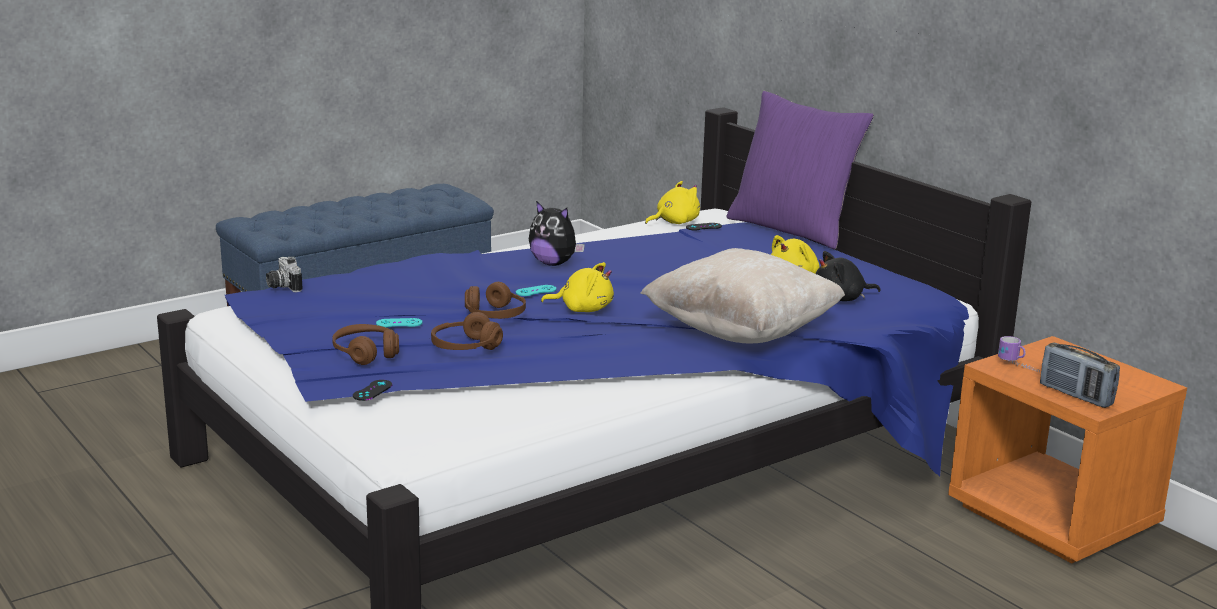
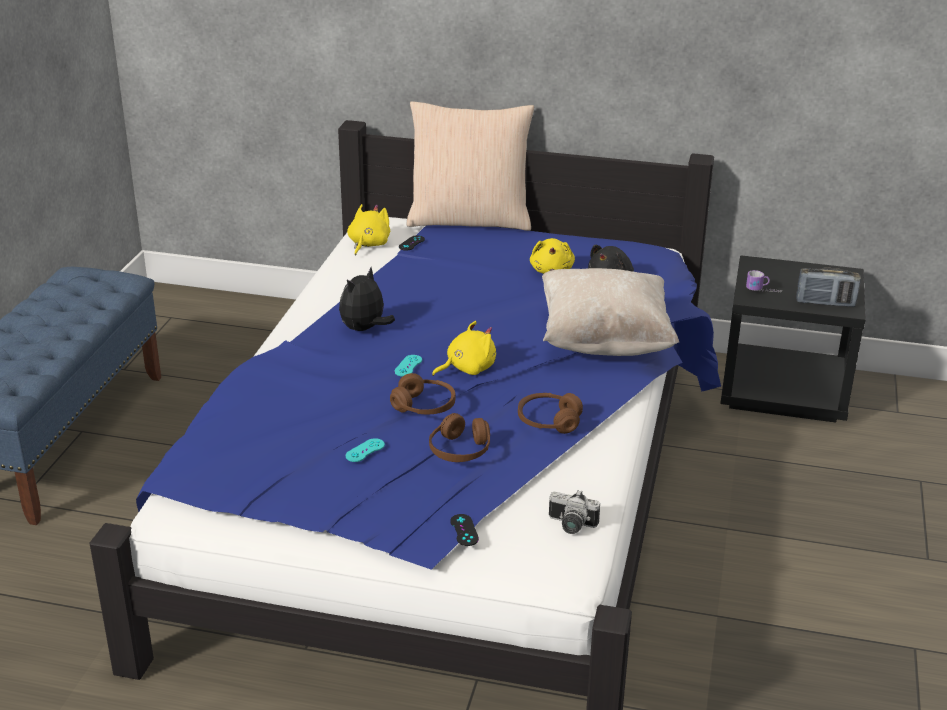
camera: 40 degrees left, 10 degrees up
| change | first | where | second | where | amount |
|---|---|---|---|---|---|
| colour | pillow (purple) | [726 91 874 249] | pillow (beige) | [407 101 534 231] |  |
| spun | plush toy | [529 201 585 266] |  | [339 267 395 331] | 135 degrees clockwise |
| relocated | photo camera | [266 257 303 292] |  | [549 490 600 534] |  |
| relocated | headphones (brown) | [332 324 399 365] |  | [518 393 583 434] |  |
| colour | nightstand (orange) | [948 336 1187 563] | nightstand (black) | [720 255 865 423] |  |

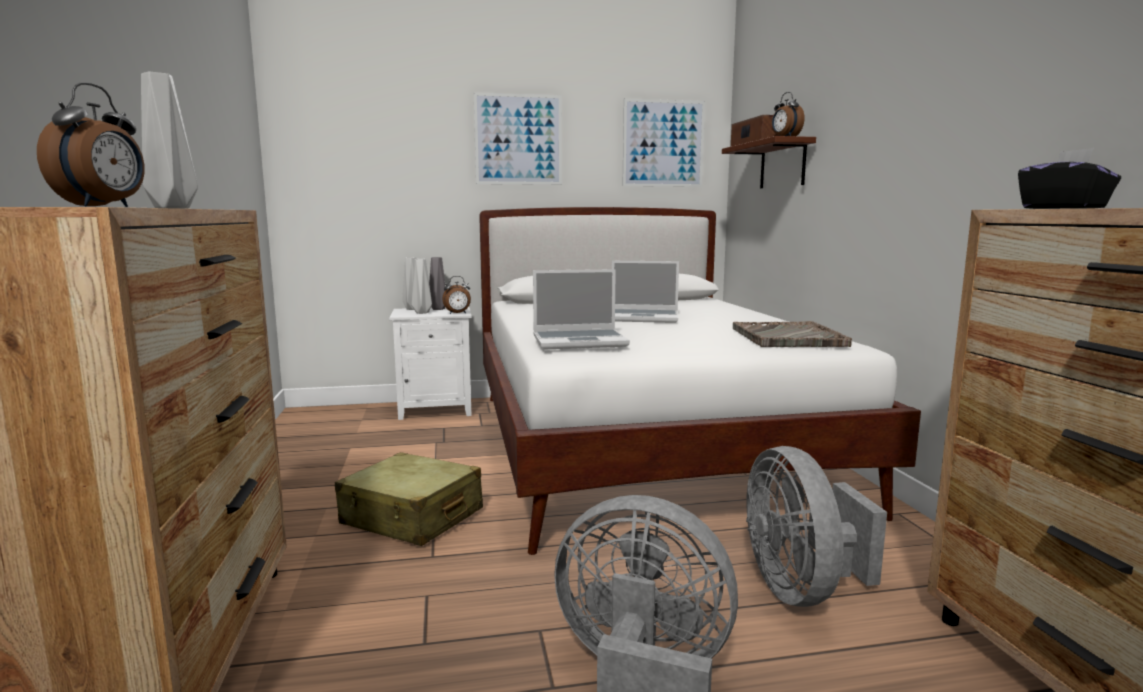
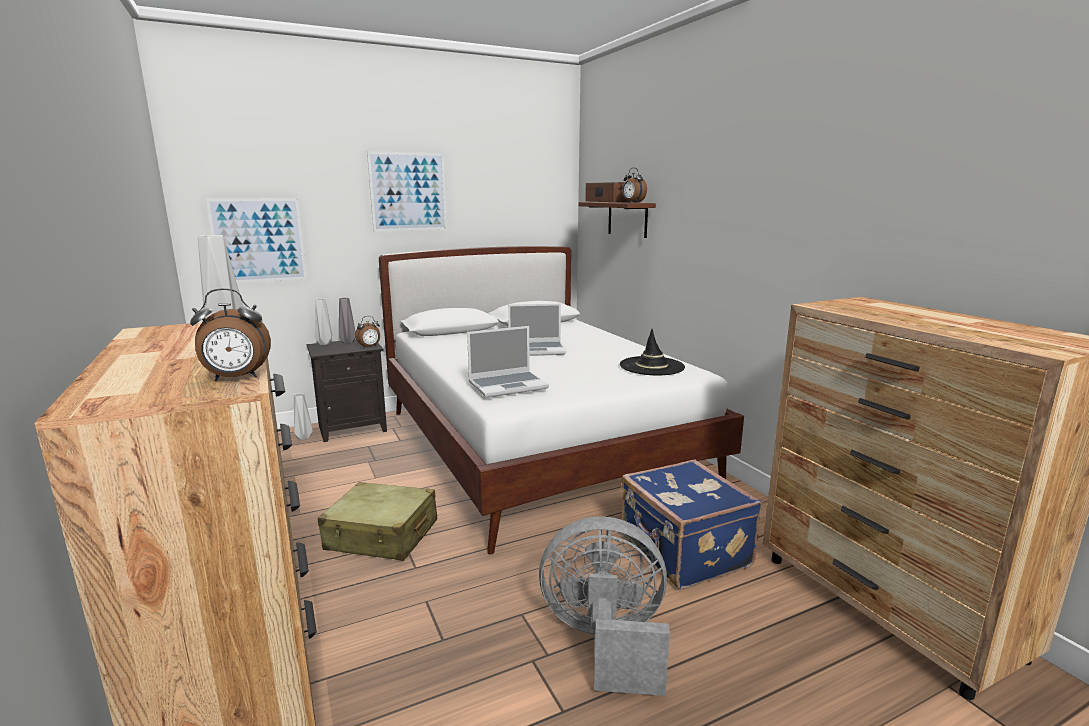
camera: 15 degrees left, 5 degrees up
| change | first | where | second | where | amount |
|---|---|---|---|---|---|
| spun | alarm clock | [37 83 145 207] |  | [190 288 271 381] | 75 degrees clockwise |
| relocated | picture | [623 98 705 187] |  | [206 198 307 283] |  |
| missing | tissue box (black) | [1018 148 1121 209] |  |  |  |
| relocated | vase (grey) | [412 259 432 314] |  | [294 393 313 440] |  |
| colour | nightstand (white) | [389 307 472 420] | nightstand (black) | [307 339 387 442] |  |
| exchanged | tray (grey) | [733 321 852 347] | hat (black) | [620 329 685 375] |  |
| exchanged | fan (grey) | [746 446 887 607] | suitcase (blue) | [621 460 762 589] |  |

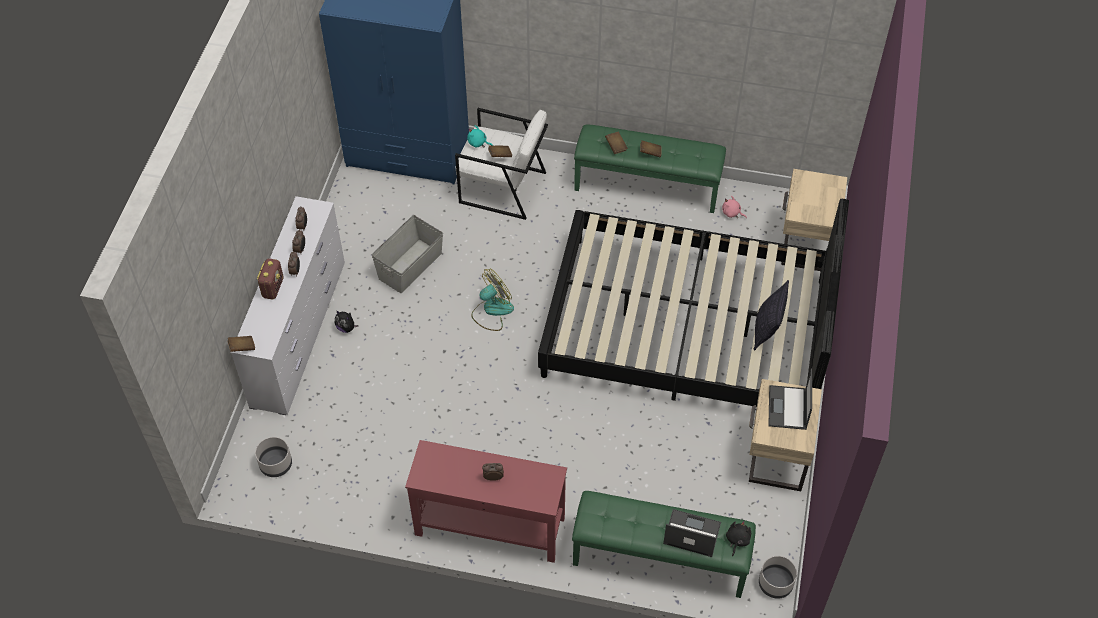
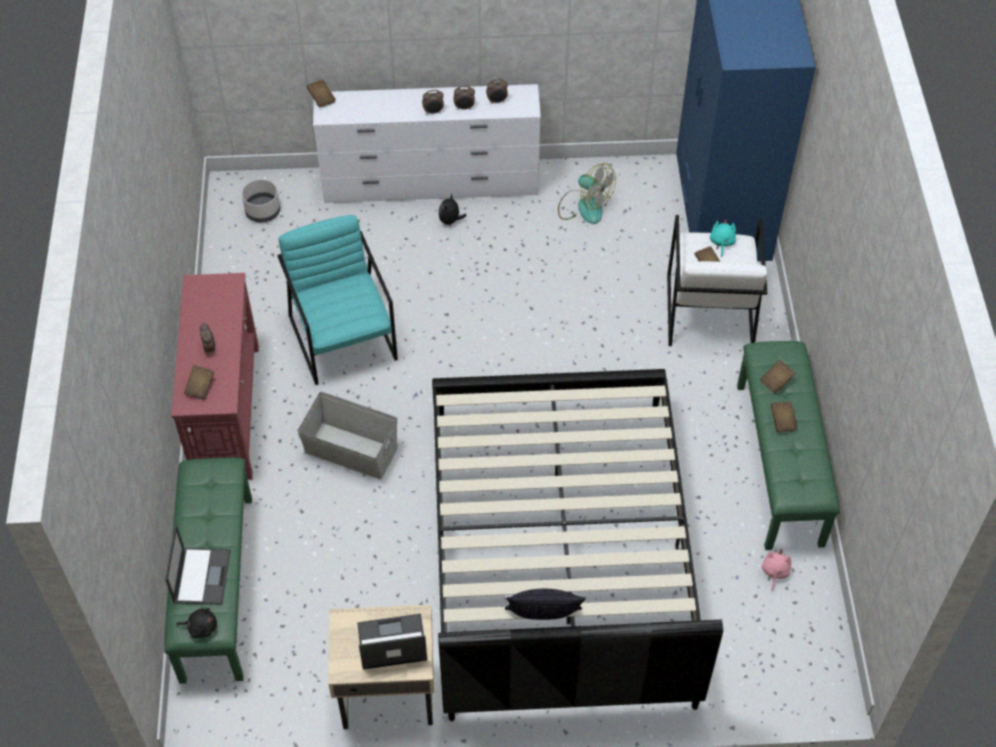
camera: 75 degrees right, 0 degrees up
| change | first | where | second | where | amount |
|---|---|---|---|---|---|
| missing | nightstand (beige) | [781 169 847 271] |  |  |  |
| relocated | storage box (grey) | [372 215 443 293] |  | [297 392 398 479] |  |
| missing | radio | [257 259 284 299] |  |  |  |
| relocated | fan | [471 269 514 331] |  | [558 163 616 224] |  |
| missing | planter (grey) | [759 556 797 598] |  |  |  |
| appeared |  |  | armchair (turquoise) | [277 215 398 385] |  |
| appeared |  |  | book (brown) | [184 365 214 399] |  |

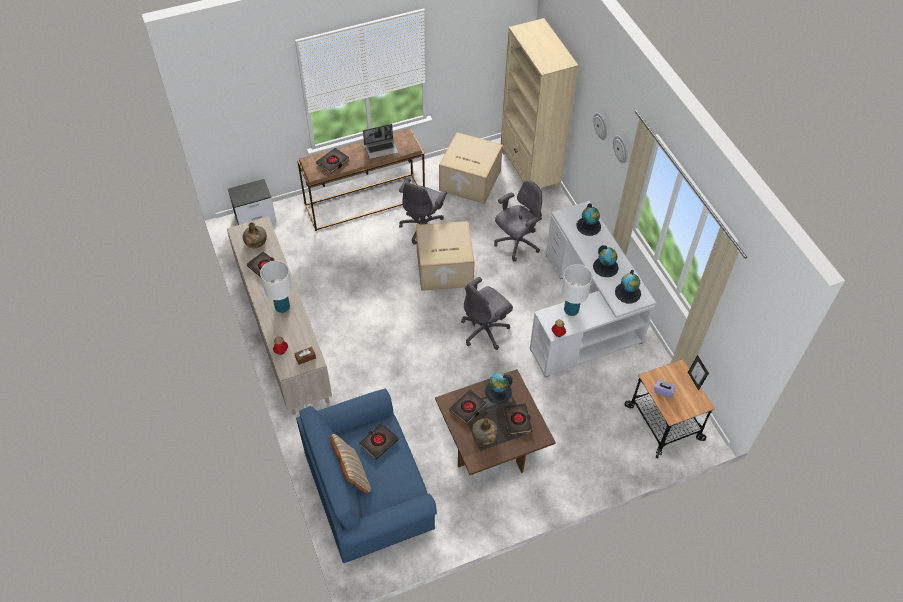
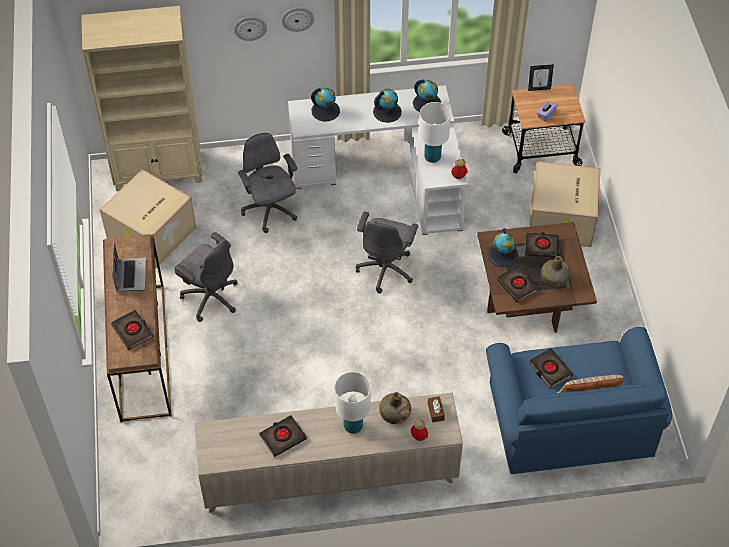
camera: 75 degrees left, 0 degrees up
| change | first | where | second | where | amount |
|---|---|---|---|---|---|
| missing | nightstand | [228 179 276 225] |  |  |  |
| relocated | cardboard box | [416 221 475 291] |  | [529 161 601 247] |  |
| relocated | bottle (green) | [243 222 267 248] |  | [379 392 411 424] |  |
| spun | office chair (grey) | [461 277 513 350] |  | [356 212 418 293] | 45 degrees clockwise |

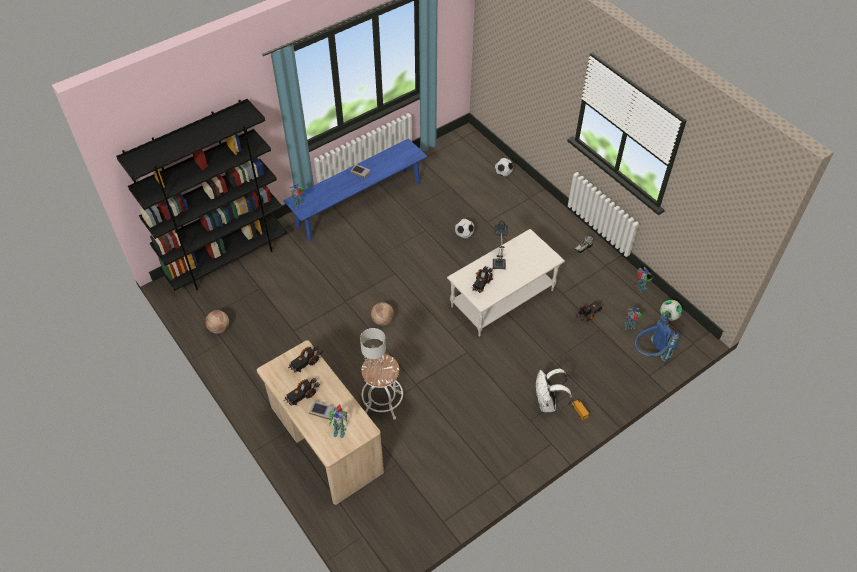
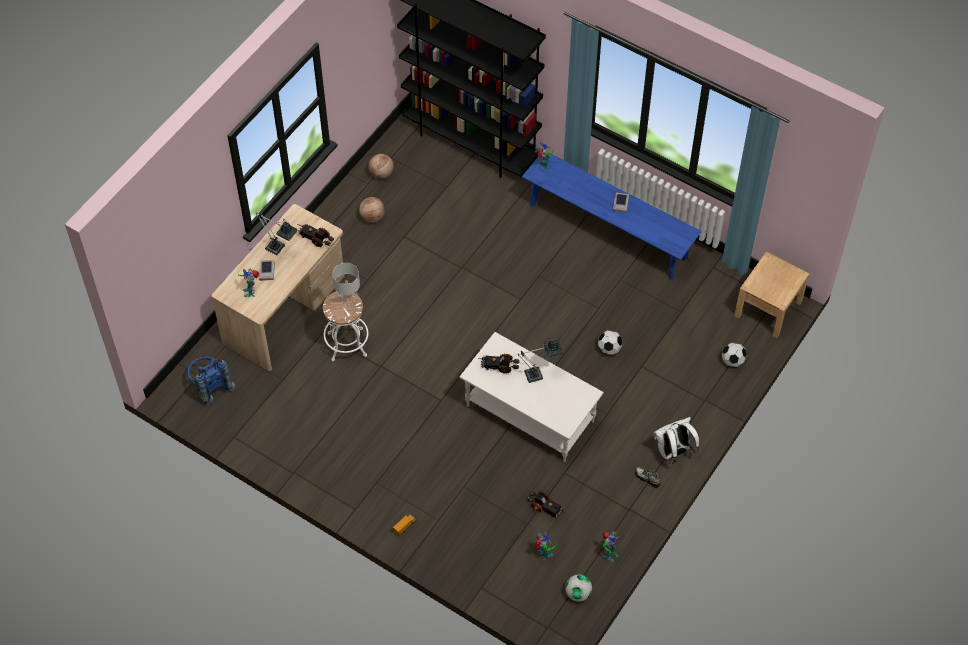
camera: 70 degrees right, 5 degrees up
| change | first | where | second | where | amount |
|---|---|---|---|---|---|
| relocated | basketball | [371 302 394 325] |  | [359 197 385 223] |  |
| relocated | backpack (blue) | [635 315 679 361] |  | [187 357 235 405] |  |
| relocated | backpack (white) | [536 368 572 412] |  | [654 417 699 464] |  |
| exchanged | toy truck | [284 378 320 406] | table lamp | [256 213 297 255] |  |
| appeared |  |  | nightstand (beige) | [734 252 809 338] |  |

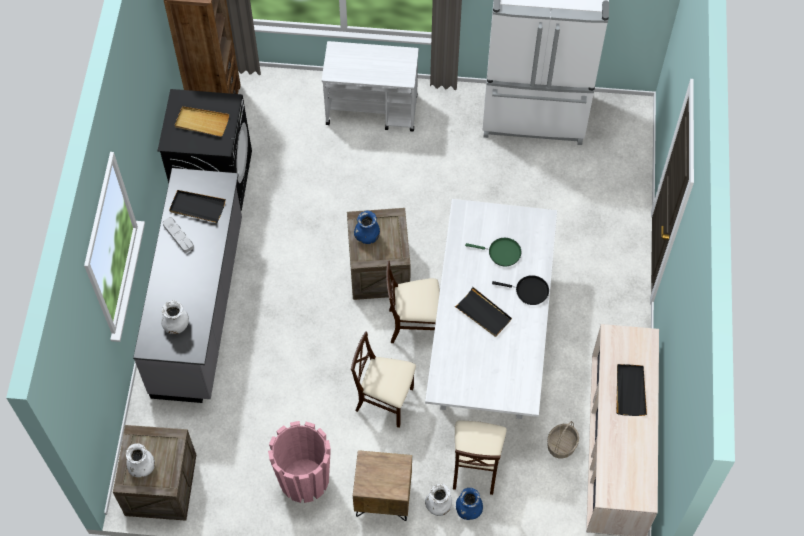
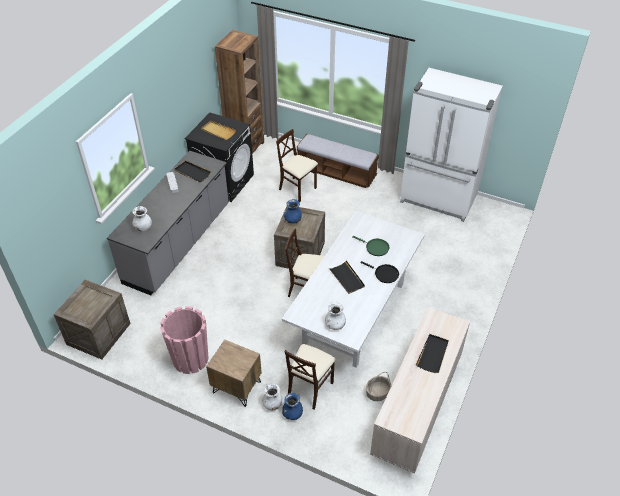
camera: 20 degrees right, 15 degrees down
| change | first | where | second | where | amount |
|---|---|---|---|---|---|
| exchanged | cart (white) | [322 41 419 132] | bench | [297 134 379 188] |  |
| relocated | chair (beige) | [351 331 416 428] |  | [276 129 318 202] |  |
| relocated | vase (white) | [126 443 155 477] |  | [325 302 346 330] |  |

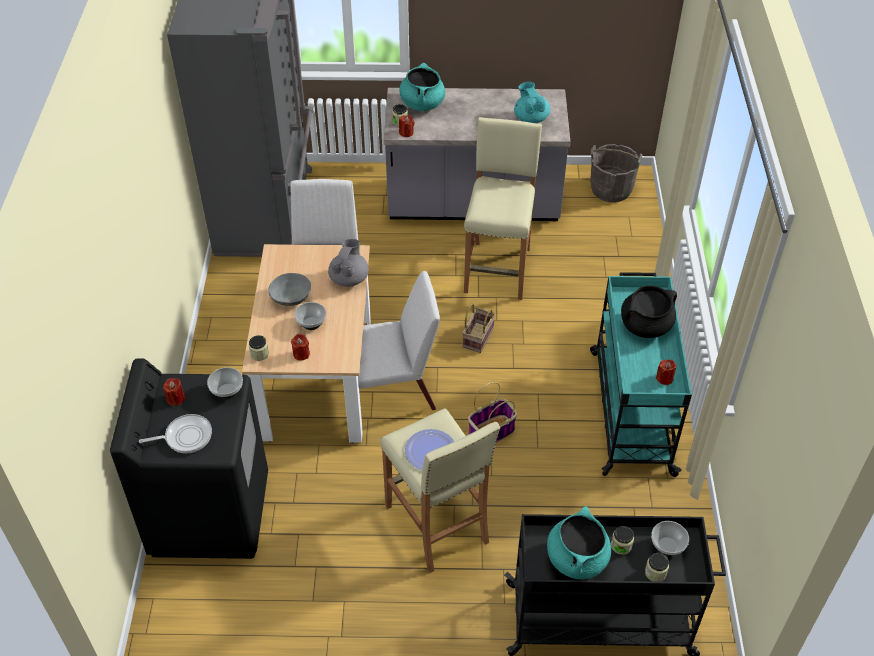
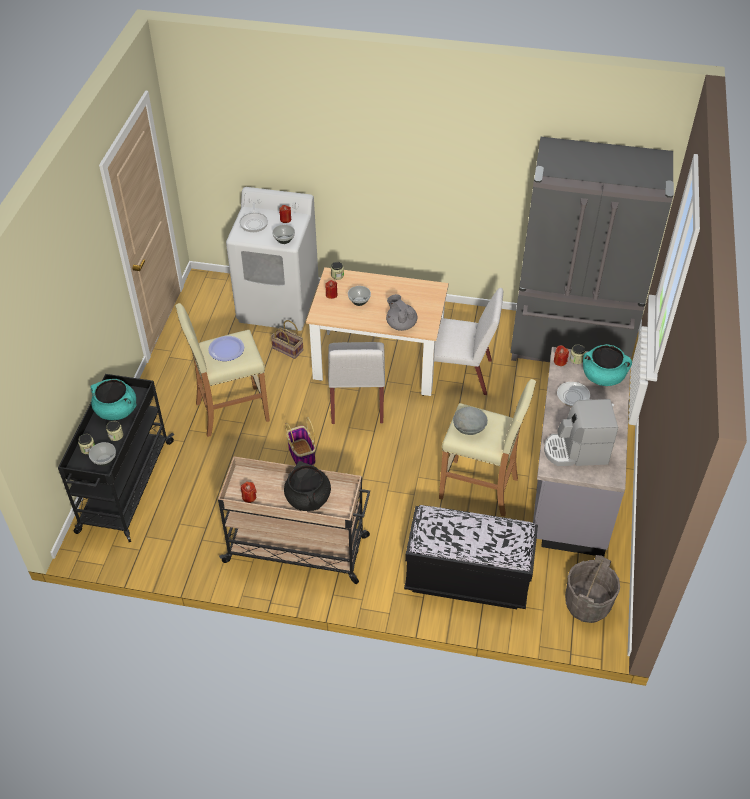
camera: 100 degrees right, 0 degrees up
| change | first | where | second | where | amount |
|---|---|---|---|---|---|
| exchanged | teapot (turquoise) | [514 82 550 123] | coffee machine | [544 399 618 466] |  |
| spun | teapot (grey) | [328 239 369 287] |  | [386 294 418 331] | 150 degrees counterclockwise |
| colour | cart (turquoise) | [590 272 692 477] | cart (beige) | [218 457 370 584] |  |
| relocated | bowl (grey) | [268 273 311 306] |  | [453 407 488 435] |  |
| relocated | basket | [462 303 495 353] |  | [271 320 303 359] |  |
| colour | washing machine (black) | [110 359 268 559] | washing machine (white) | [226 187 319 331] |  |
| appeared |  |  | frying pan | [557 382 614 407] |  |
| appeared |  |  | bench (black) | [404 505 538 609] |  |

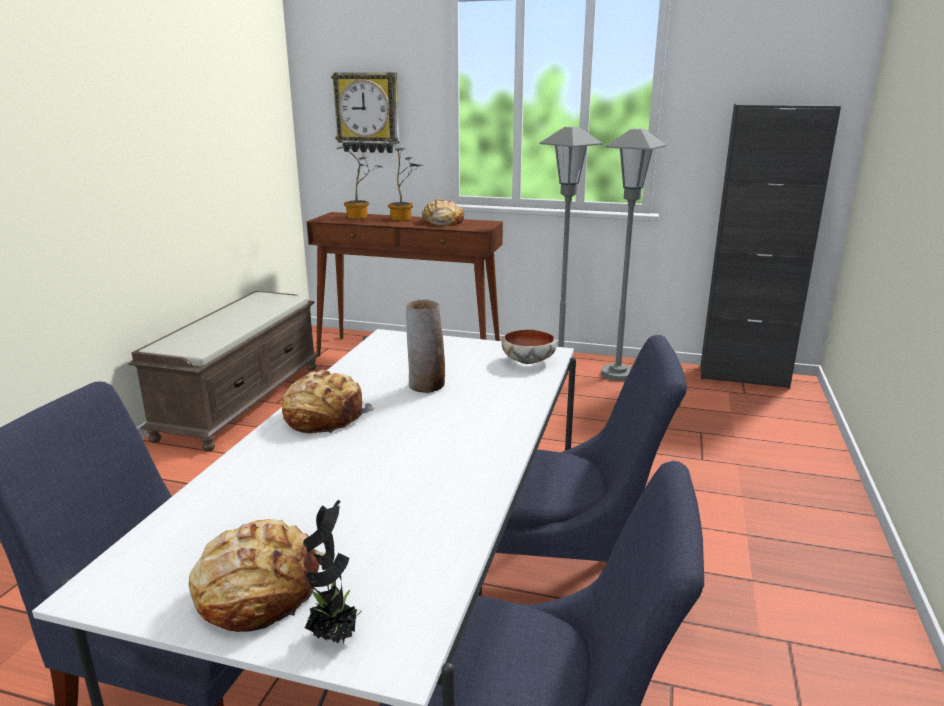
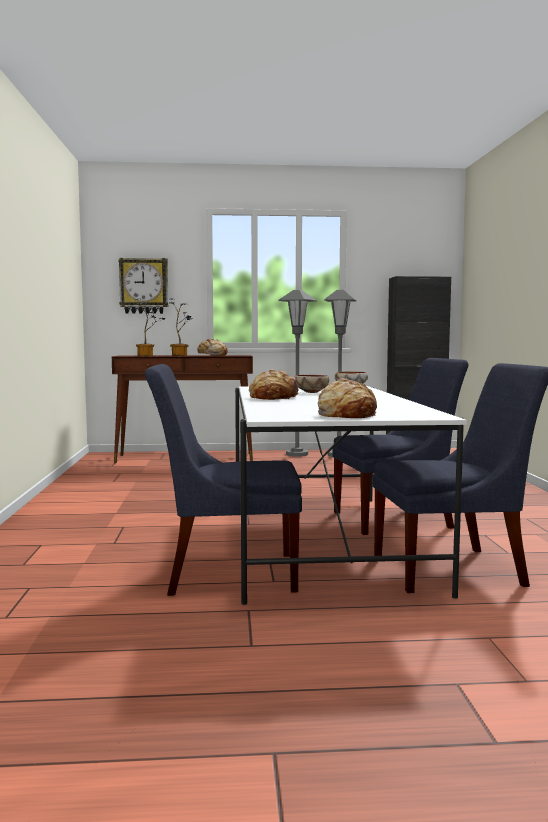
camera: 20 degrees left, 15 degrees down
| change | first | where | second | where | amount |
|---|---|---|---|---|---|
| missing | bench (brown) | [128 291 319 452] |  |  |  |
| exchanged | vase | [406 299 445 393] | bowl | [294 375 329 393] |  |
| missing | potted plant | [304 500 362 644] |  |  |  |

